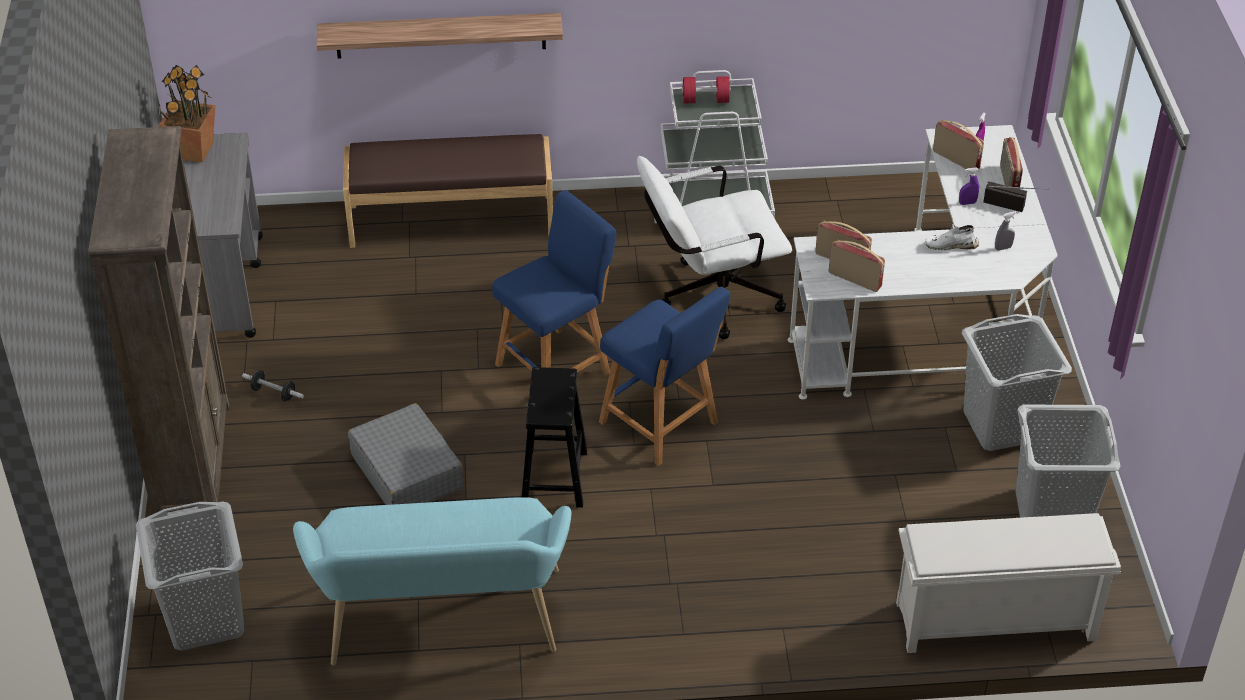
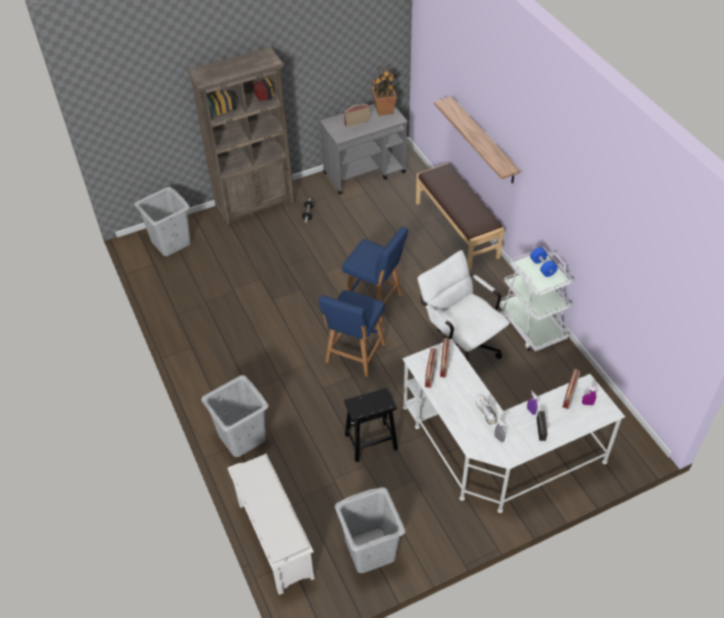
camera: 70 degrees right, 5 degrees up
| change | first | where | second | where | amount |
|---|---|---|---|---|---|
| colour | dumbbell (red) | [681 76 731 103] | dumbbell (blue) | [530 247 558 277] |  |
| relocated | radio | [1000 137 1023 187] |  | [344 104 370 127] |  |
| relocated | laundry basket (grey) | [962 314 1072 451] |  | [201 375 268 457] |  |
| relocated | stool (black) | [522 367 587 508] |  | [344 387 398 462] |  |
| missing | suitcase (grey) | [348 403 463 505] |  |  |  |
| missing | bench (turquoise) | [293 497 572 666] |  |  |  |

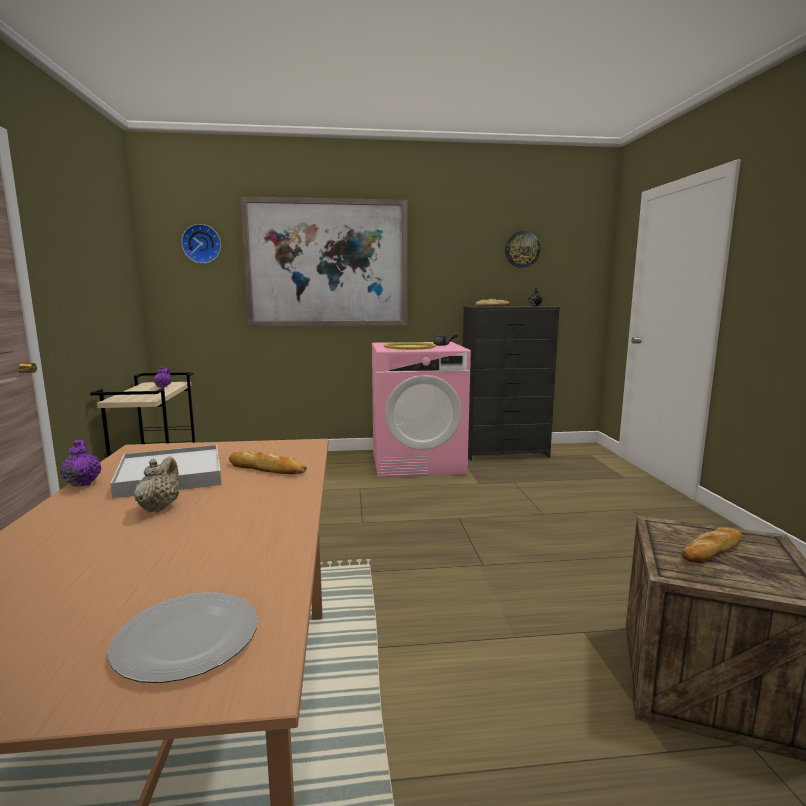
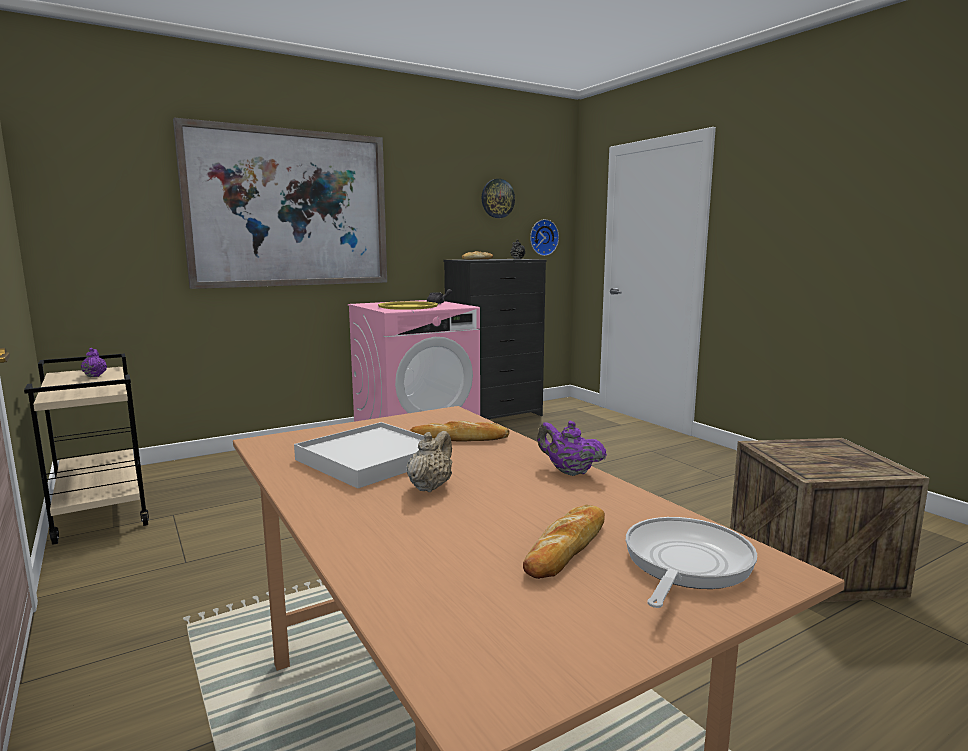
camera: 25 degrees left, 0 degrees up
| change | first | where | second | where | amount |
|---|---|---|---|---|---|
| relocated | wall clock | [181 224 221 264] |  | [530 219 559 256] |  |
| relocated | teapot (purple) | [60 440 101 487] |  | [537 421 607 476] |  |
| spun | teapot (beige) | [134 457 179 512] |  | [407 431 452 492] | 45 degrees clockwise |
| relocated | bread | [682 527 742 563] |  | [523 504 605 579] |  |
| exchanged | plate | [108 592 258 683] | frying pan | [626 517 757 608] |  |

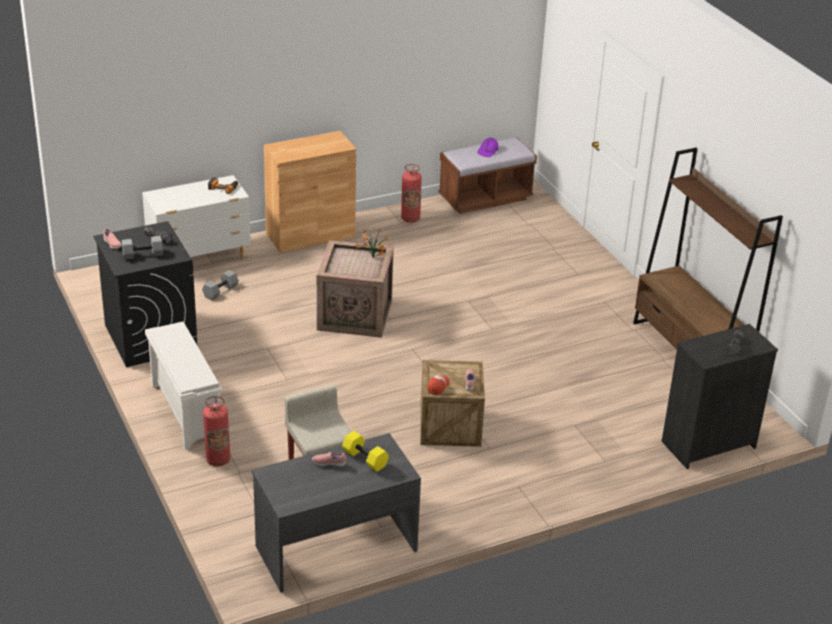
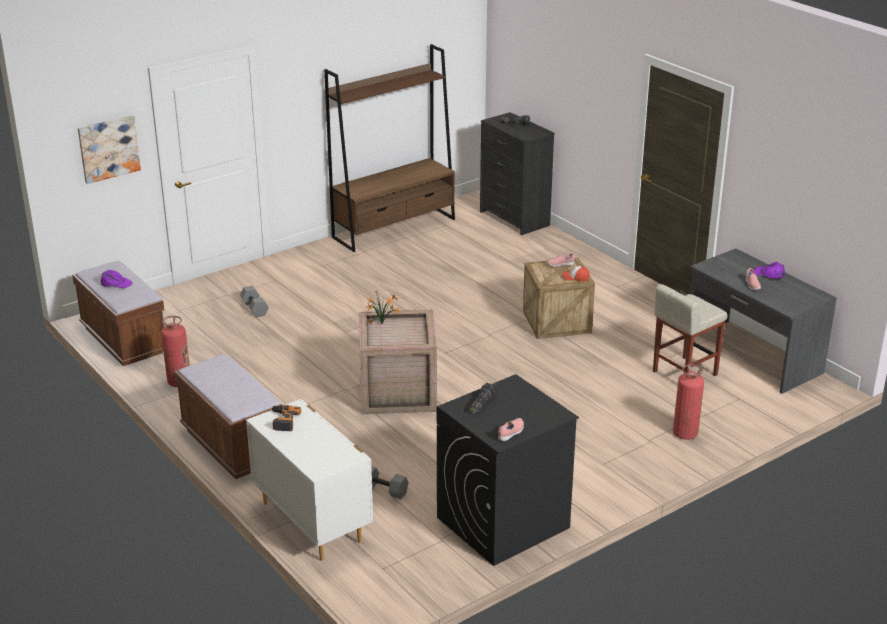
camera: 100 degrees left, 5 degrees down
| change | first | where | second | where | amount |
|---|---|---|---|---|---|
| exchanged | cabinet (brown) | [264 131 356 253] | bench (brown) | [174 354 282 479] |  |
| relocated | dumbbell (grey) | [122 236 163 260] |  | [240 286 269 317] |  |
| missing | shoe rack (white) | [145 322 223 449] |  |  |  |
| missing | dumbbell (yellow) | [342 431 389 472] |  |  |  |
| appeared |  |  | picture | [78 115 141 184] |  |
| appeared |  |  | cap (purple) | [754 262 785 279] |  |

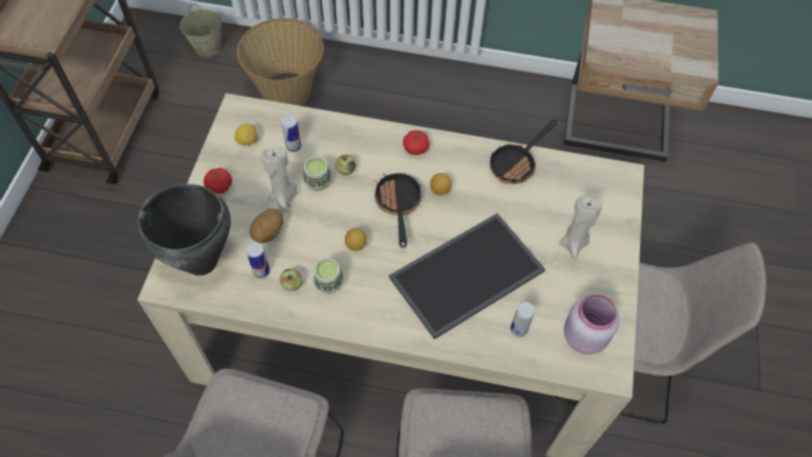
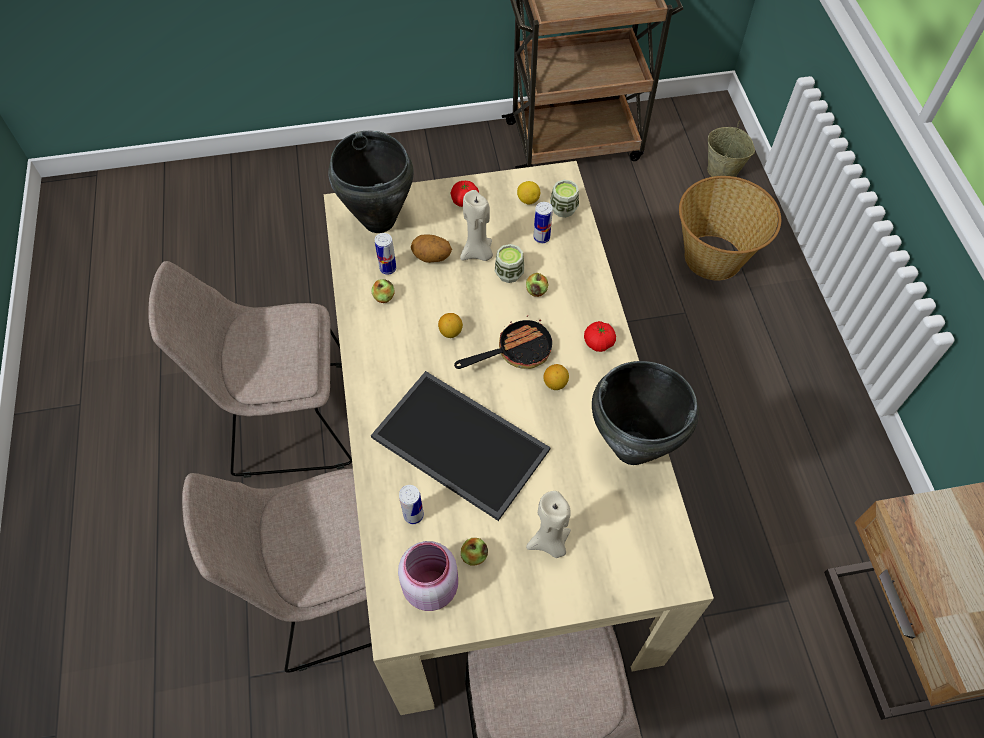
camera: 70 degrees right, 0 degrees up
| change | first | where | second | where | amount |
|---|---|---|---|---|---|
| exchanged | frying pan | [490 120 557 184] | cooking pot (black) | [592 361 699 465] |  |
| relocated | cup | [314 258 343 294] |  | [550 180 579 218] |  |
| appeared |  |  | apple | [461 538 488 565] |  |

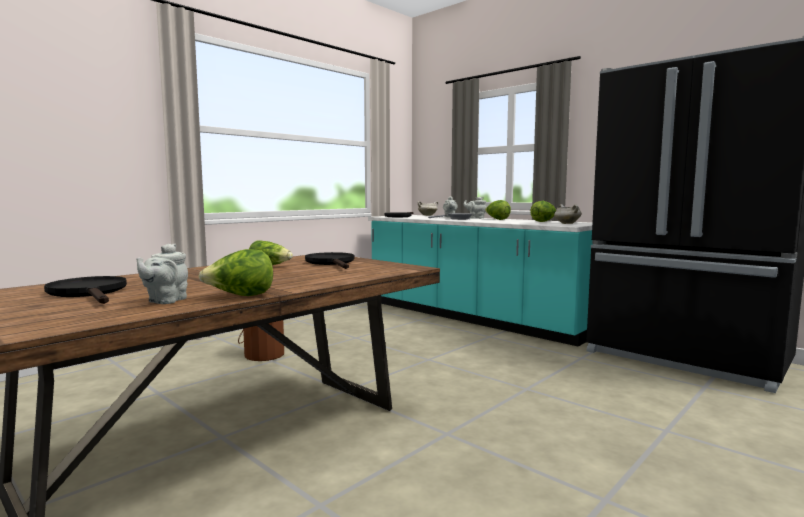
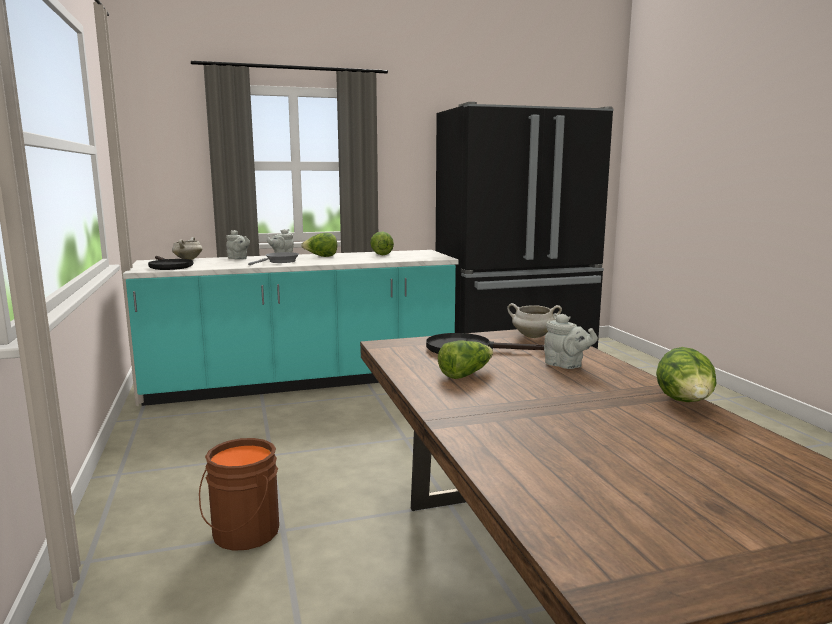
camera: 60 degrees left, 5 degrees up
| change | first | where | second | where | amount |
|---|---|---|---|---|---|
| relocated | cooking pot (white) | [554 204 582 224] |  | [507 303 562 338] |  |
| relocated | teapot (grey) | [136 243 188 304] |  | [544 313 598 369] |  |
| missing | frying pan (black) | [44 276 127 304] |  |  |  |

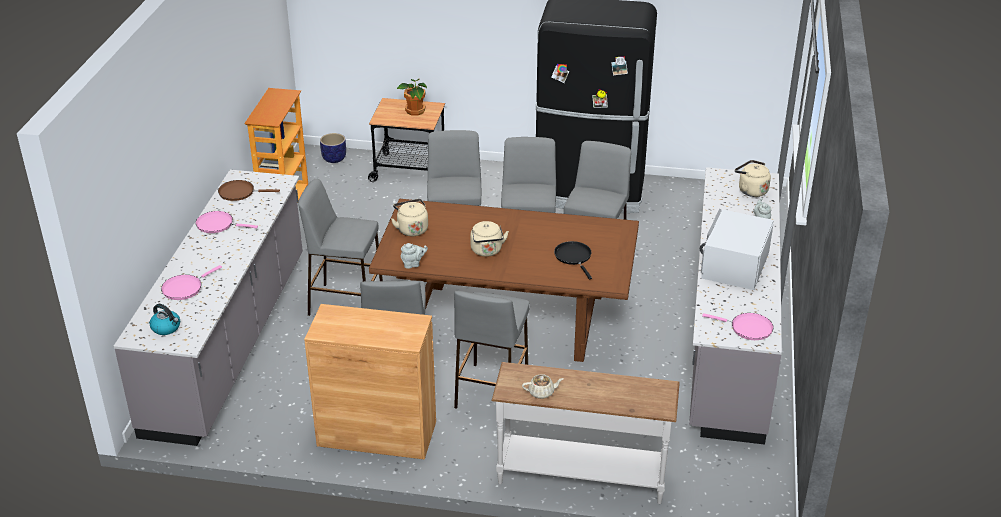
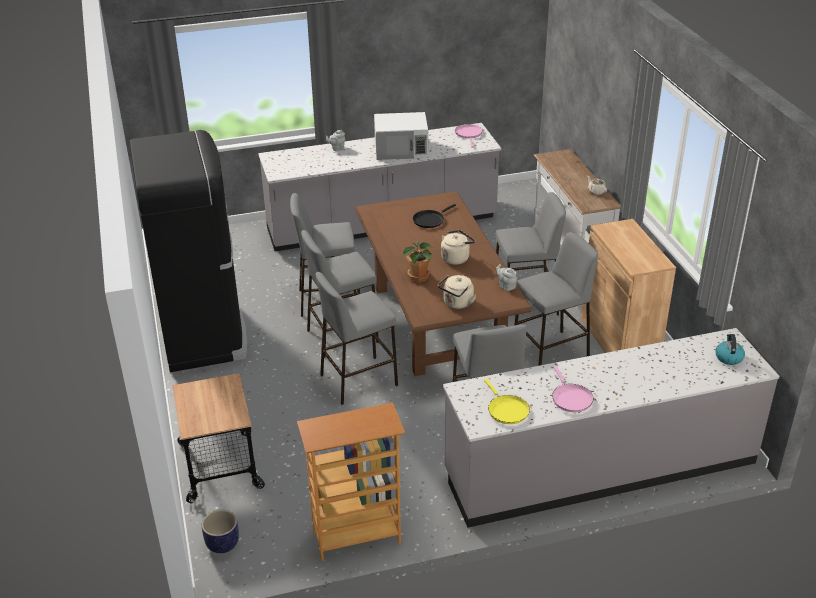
camera: 115 degrees left, 0 degrees up
| change | first | where | second | where | amount |
|---|---|---|---|---|---|
| relocated | potted plant | [397 79 427 115] |  | [403 241 432 282] |  |
| missing | kettle (beige) | [735 160 771 197] |  |  |  |
| colour | frying pan (brown) | [218 180 280 201] | frying pan (yellow) | [484 379 530 424] |  |
| missing | frying pan (pink) | [161 265 222 300] |  |  |  |

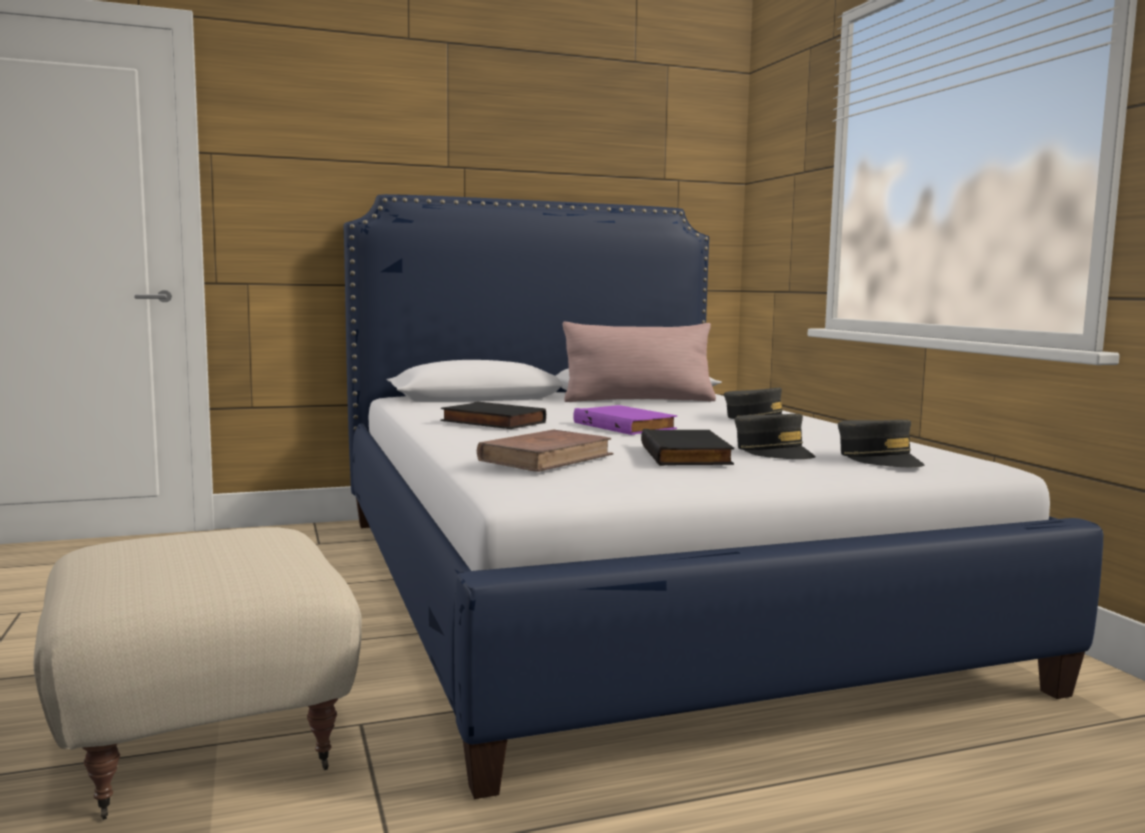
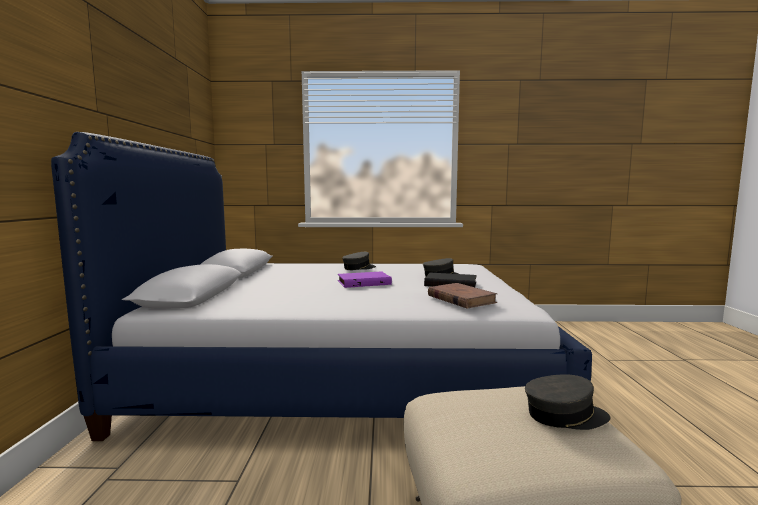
camera: 70 degrees left, 0 degrees up
| change | first | where | second | where | amount |
|---|---|---|---|---|---|
| missing | pillow (pink) | [563 322 716 402] |  |  |  |
| missing | book (black) | [441 402 546 429] |  |  |  |
| relocated | cap (grey) | [838 420 924 467] |  | [525 374 611 430] |  |

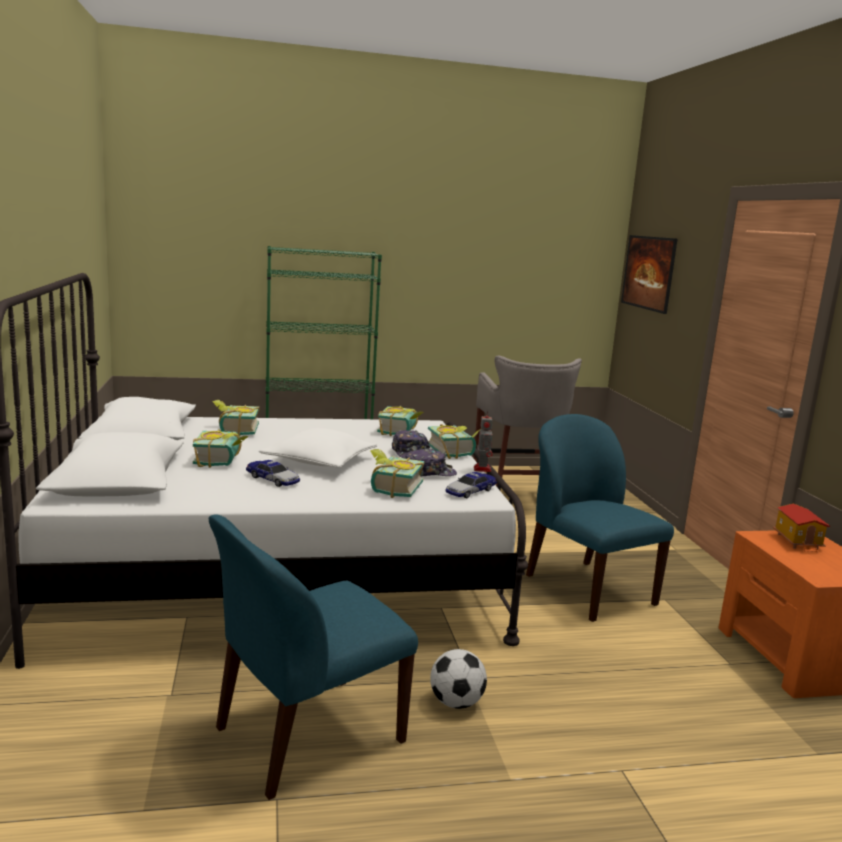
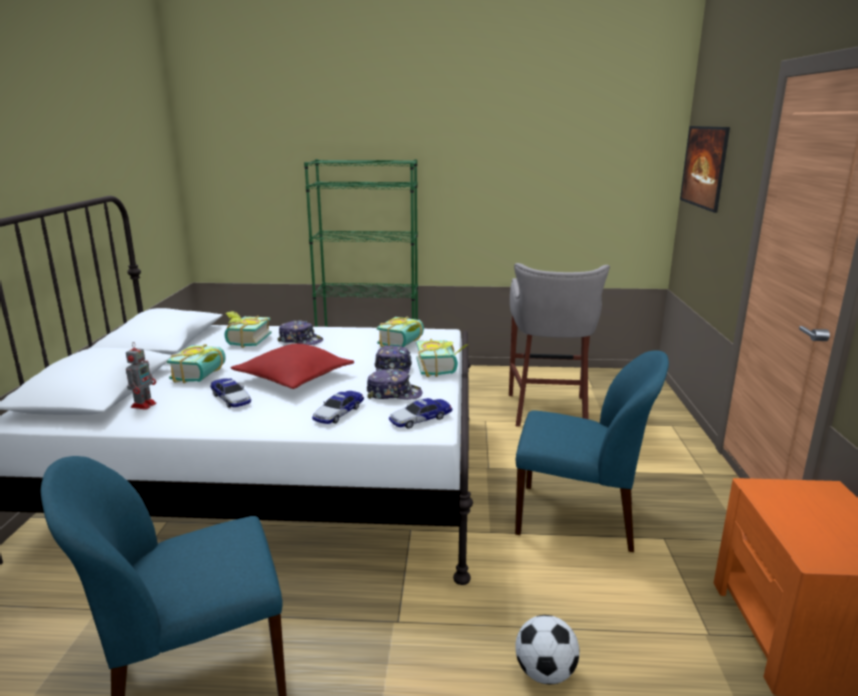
camera: 15 degrees right, 5 degrees up
| change | first | where | second | where | amount |
|---|---|---|---|---|---|
| relocated | toy robot | [474 410 493 472] |  | [126 343 156 410] |  |
| spun | chair (blue) | [526 414 674 622] |  | [515 350 669 552] | 120 degrees clockwise |
| colour | pillow (white) | [259 428 377 468] | pillow (red) | [231 344 354 389] |  |
| exchanged | book | [370 449 425 498] | toy car | [312 391 364 424] |  |
| missing | toy house | [773 504 830 553] |  |  |  |
| relocated | football | [430 649 487 709] |  | [515 615 579 685] |  |
| appeared |  |  | cap | [277 320 323 345] |  |

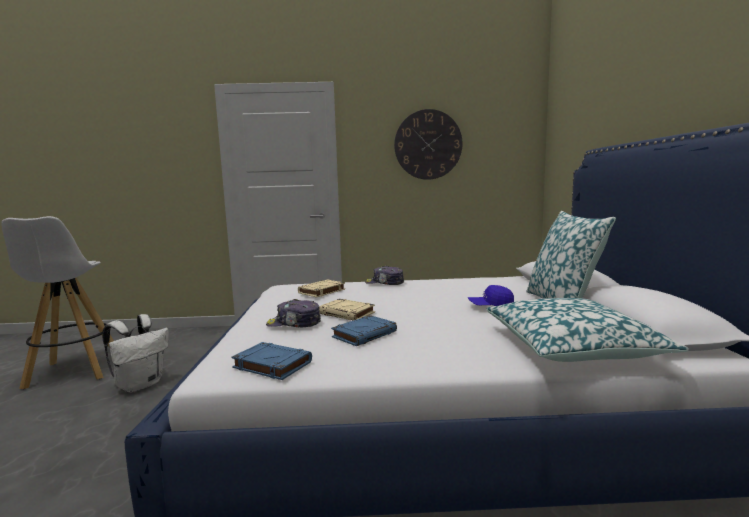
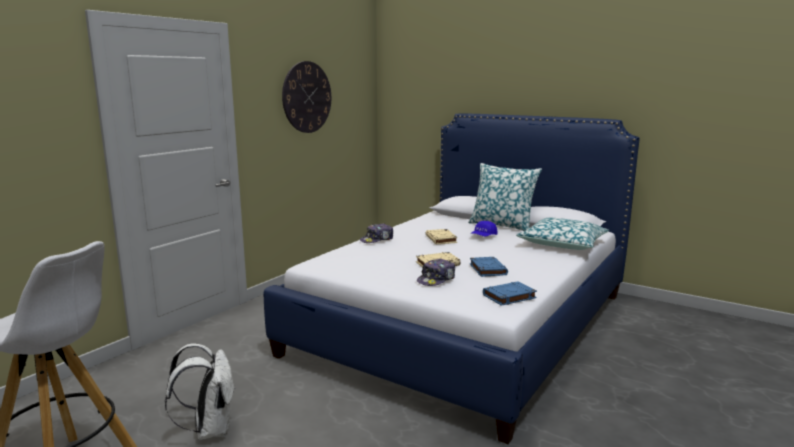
camera: 55 degrees left, 5 degrees up
| change | first | where | second | where | amount |
|---|---|---|---|---|---|
| relocated | book (beige) | [298 279 345 297] |  | [426 229 457 244] |  |

